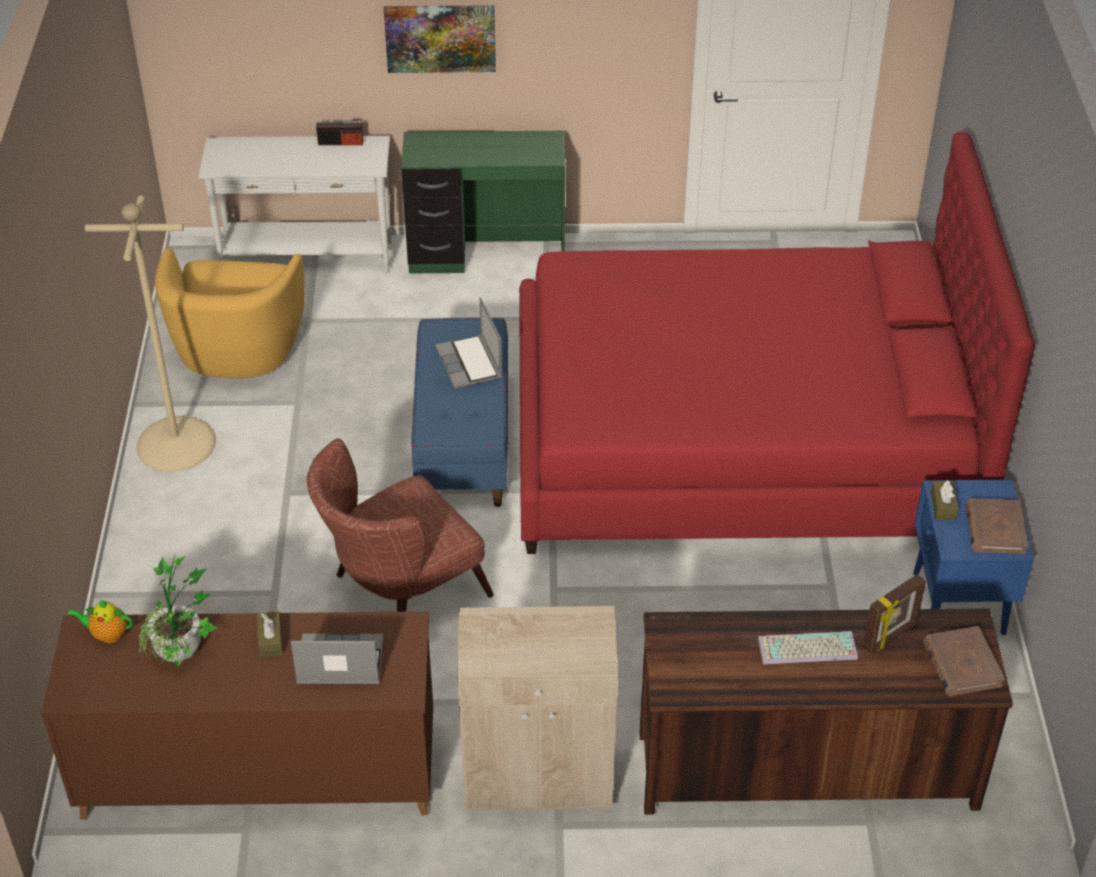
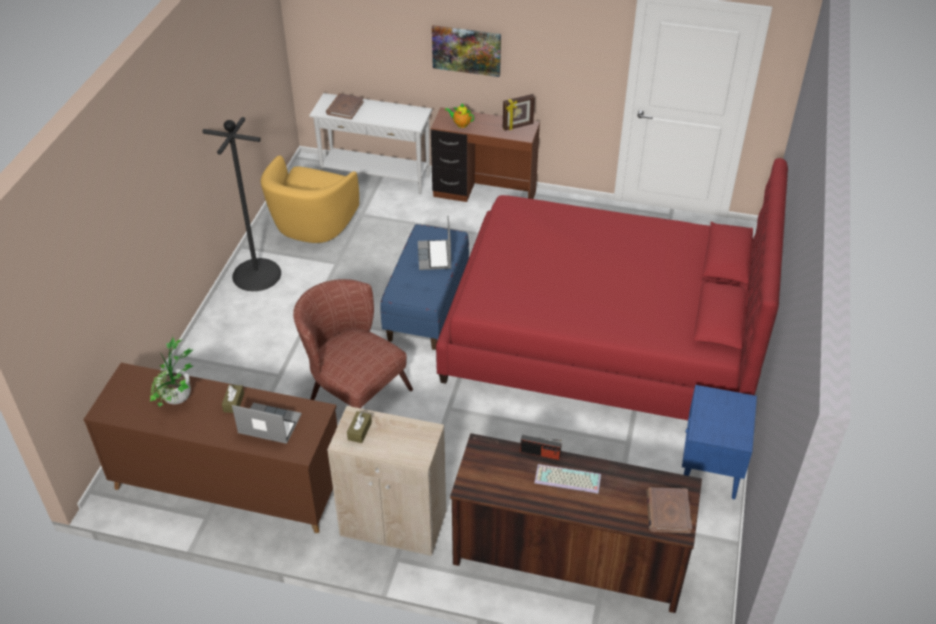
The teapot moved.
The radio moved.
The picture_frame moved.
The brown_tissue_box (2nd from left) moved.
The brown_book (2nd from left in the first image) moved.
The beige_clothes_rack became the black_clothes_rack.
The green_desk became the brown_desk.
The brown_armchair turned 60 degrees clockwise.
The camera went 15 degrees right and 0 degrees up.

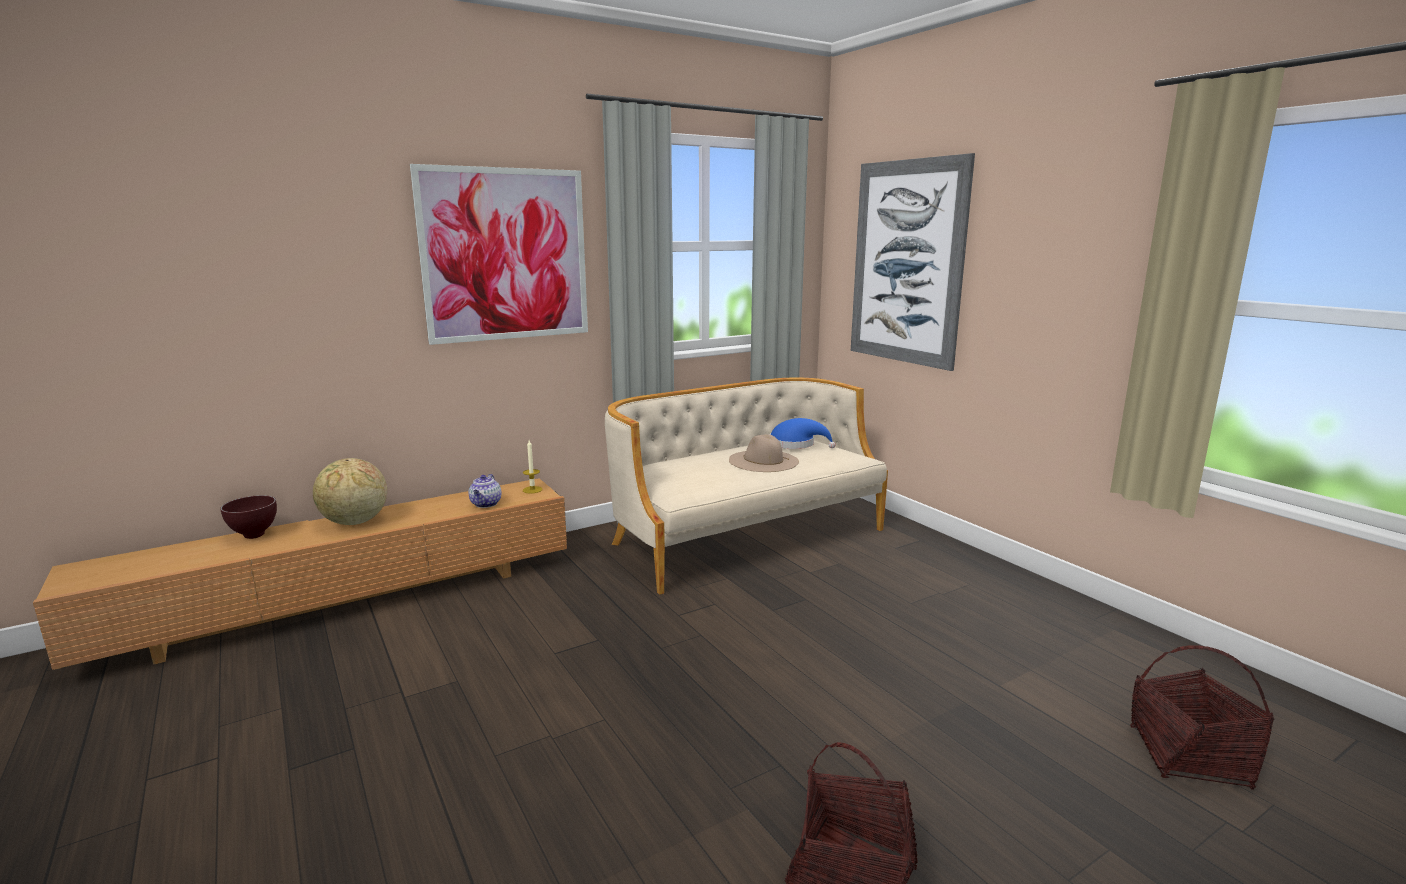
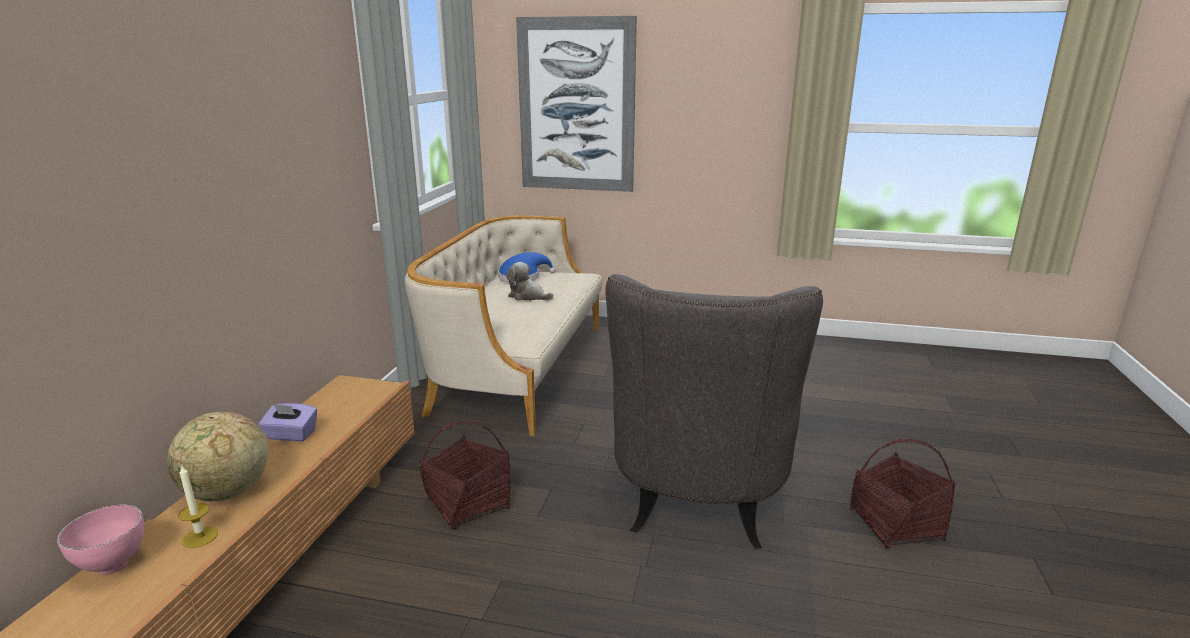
The picture (1st from left) disappeared.
The teapot disappeared.
The purple_tissue_box appeared.
The grey_armchair appeared.
The candle moved.
The basket (2nd from left in the first image) moved.
The beige_hat was replaced by the plush_toy.
The brown_bowl became the pink_bowl.
The camera went 45 degrees left and 5 degrees up.

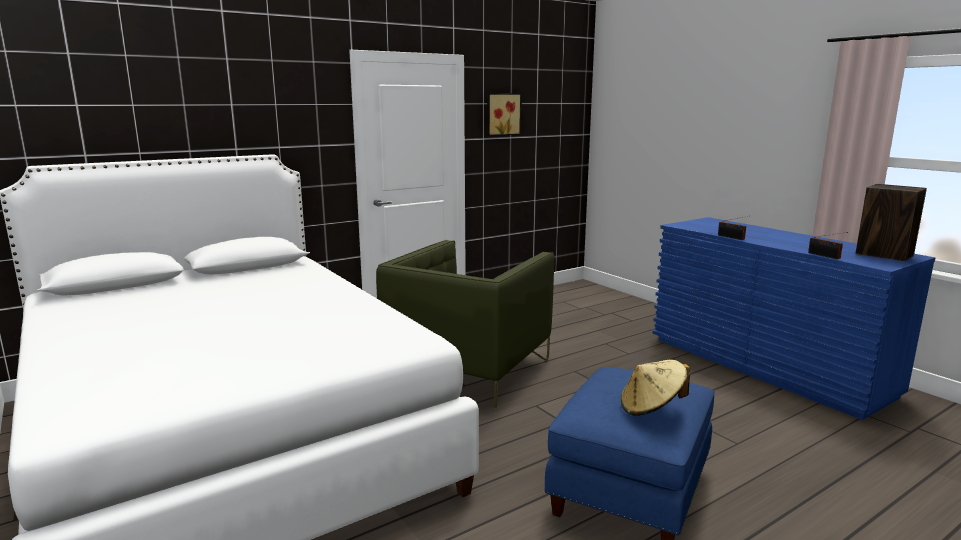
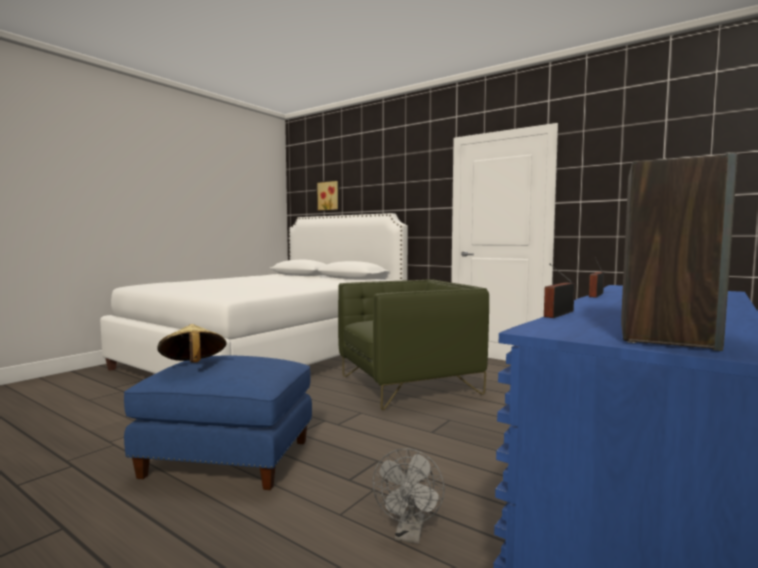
The grey_fan appeared.
The picture moved.
The green_armchair turned 150 degrees clockwise.
The camera went 70 degrees right and 10 degrees down.

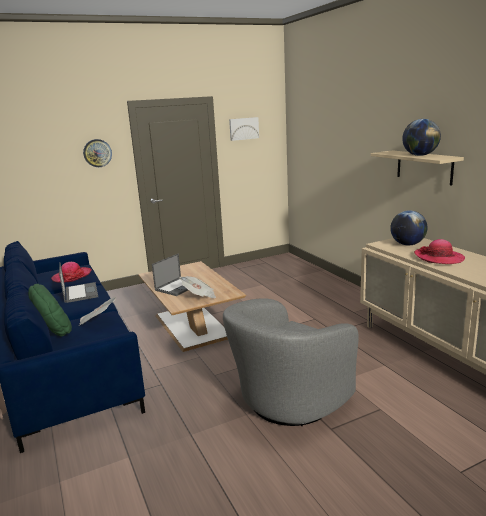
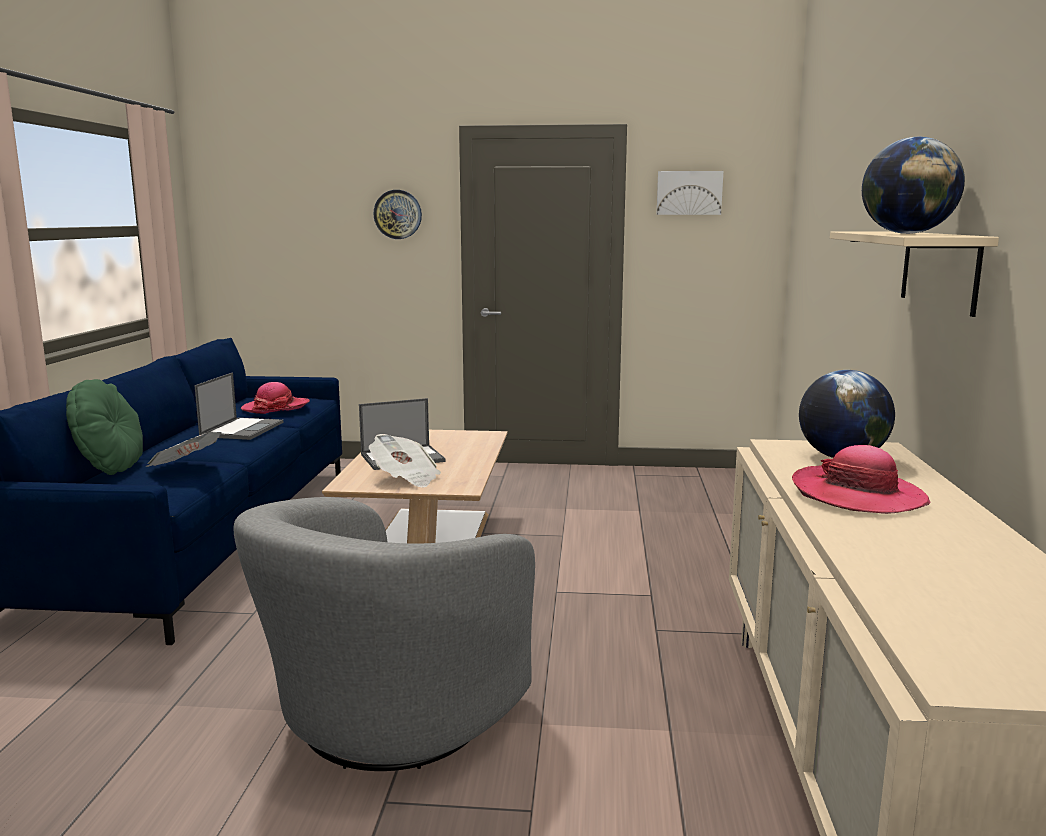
The grey_armchair turned 45 degrees counterclockwise.
The camera went 30 degrees right and 5 degrees down.

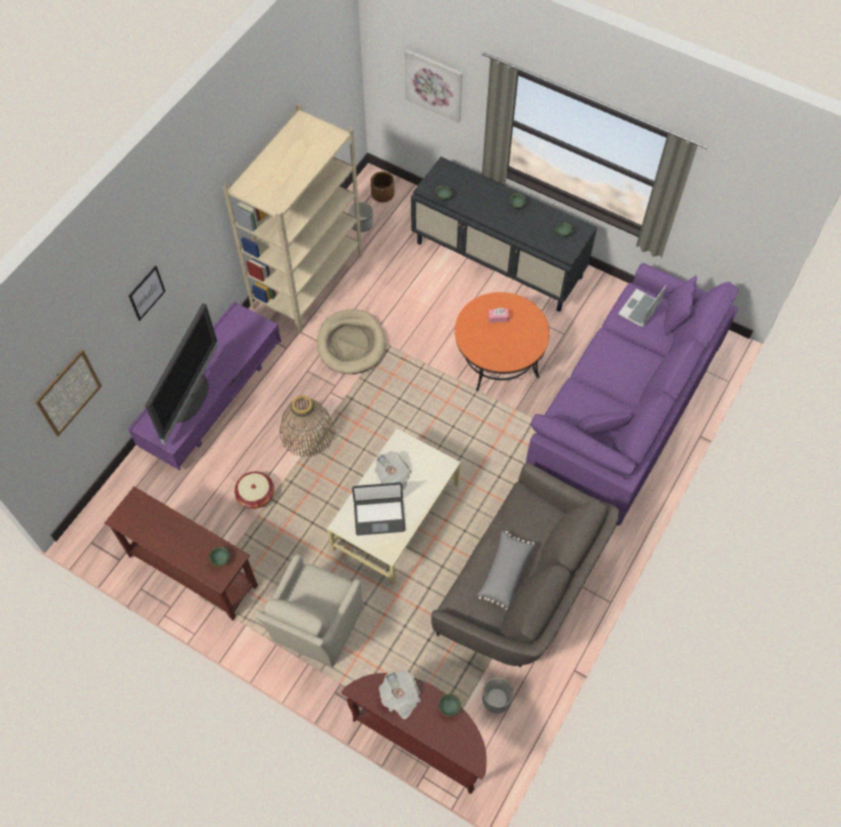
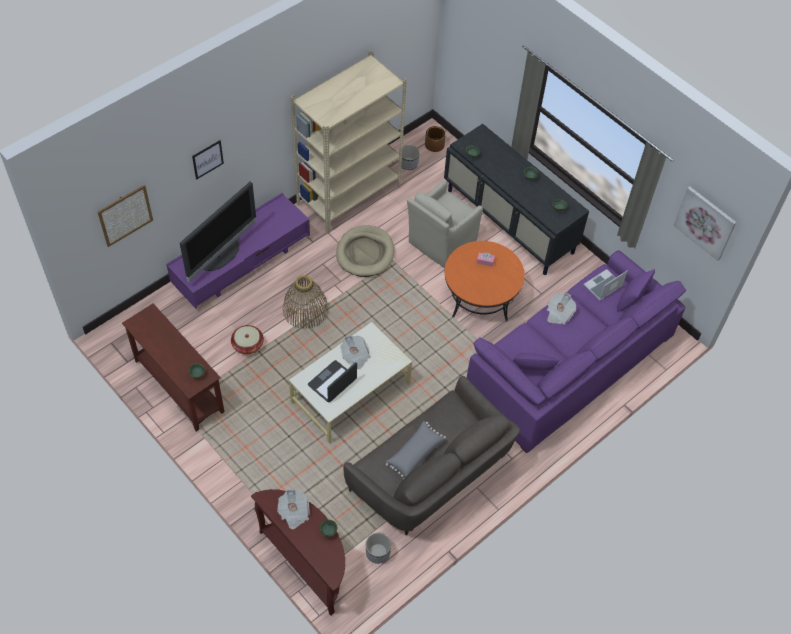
The newspaper (3rd from left) appeared.
The beige_armchair moved.
The picture (3rd from left) moved.
The laptop (1st from left) turned 120 degrees clockwise.
The camera went 15 degrees right and 5 degrees down.

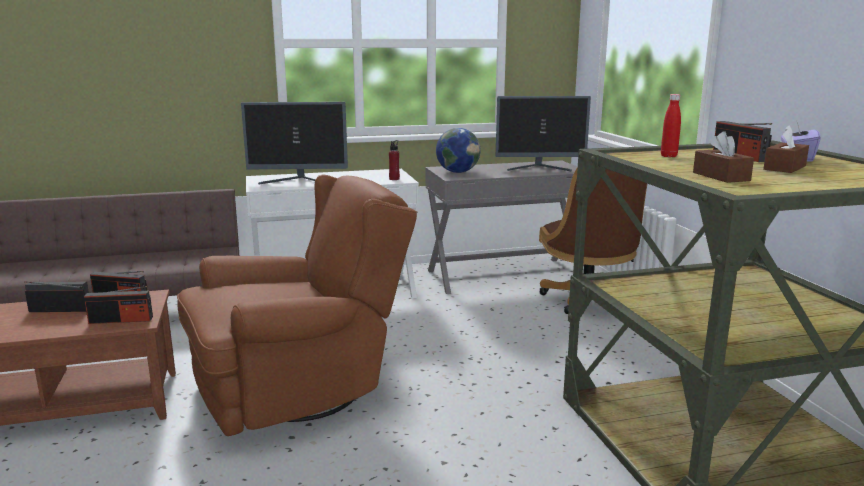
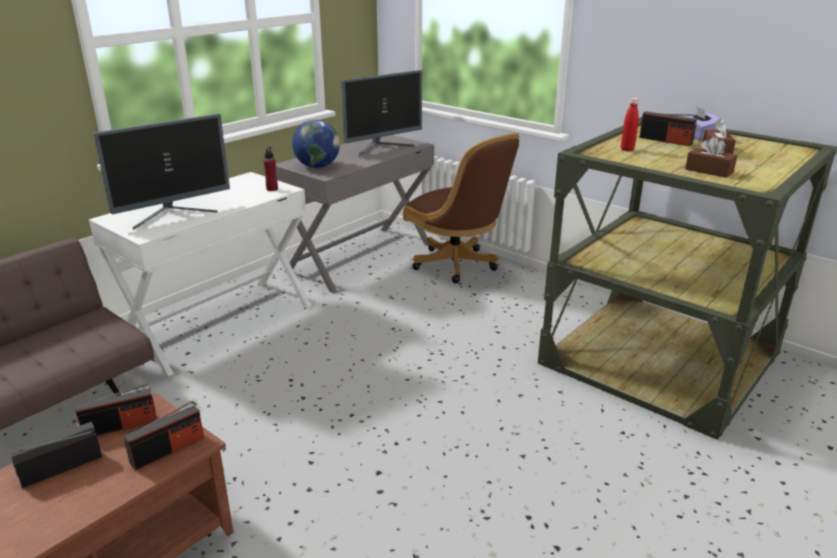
The brown_armchair disappeared.
The camera went 35 degrees left and 10 degrees up.

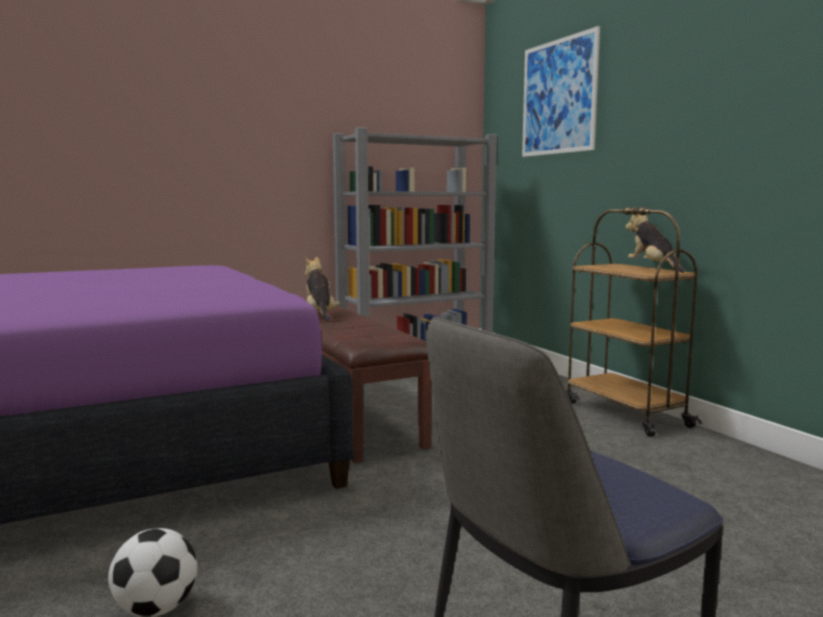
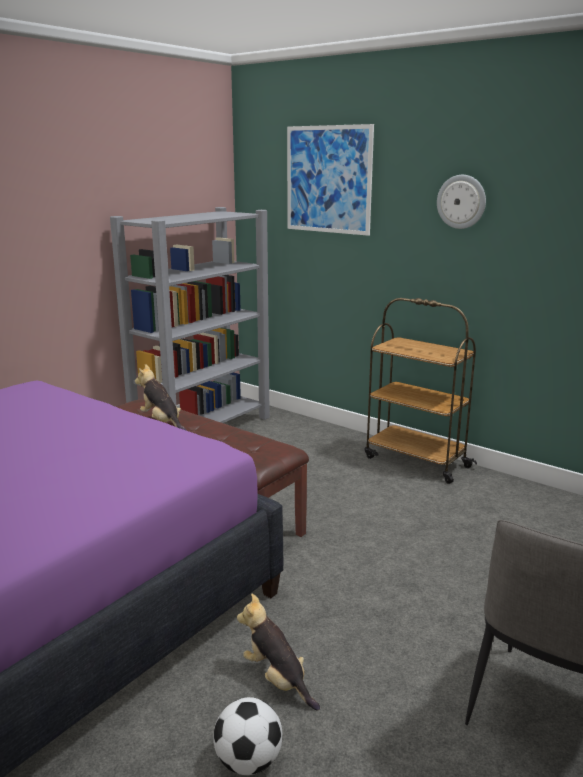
The wall_clock appeared.
The plush_toy (2nd from left) moved.
The camera went 25 degrees left and 10 degrees up.

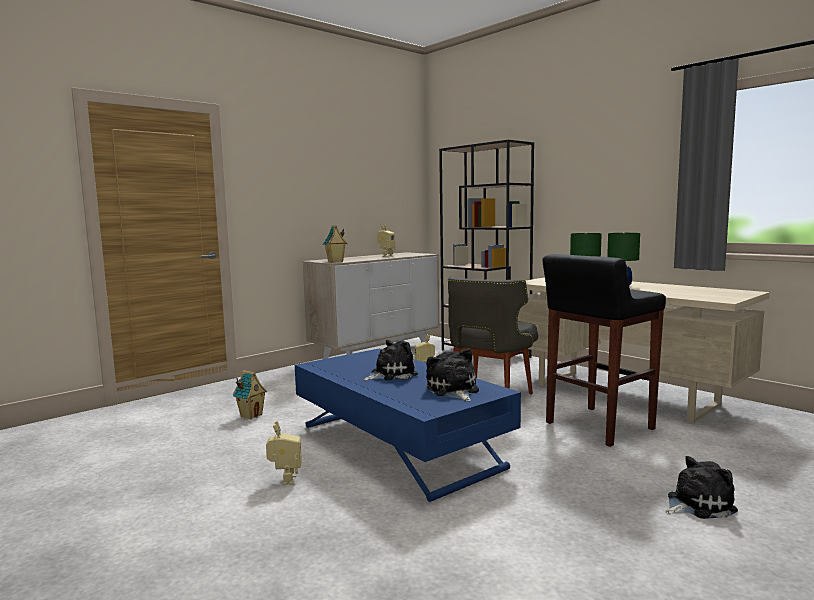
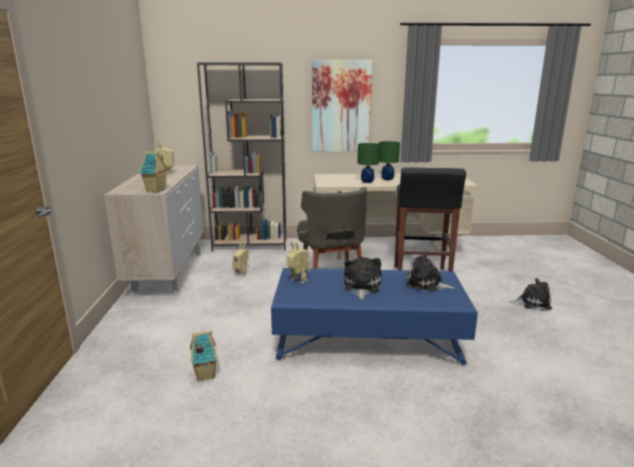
The picture appeared.
The toy_robot (1st from left in the first image) moved.
The plush_toy (3rd from left) turned 75 degrees clockwise.
The camera went 50 degrees left and 10 degrees up.

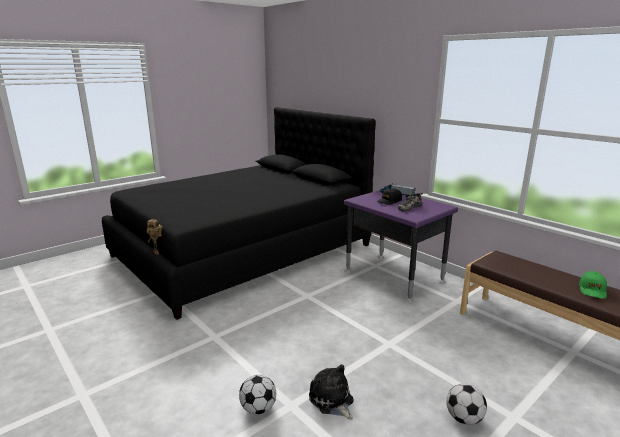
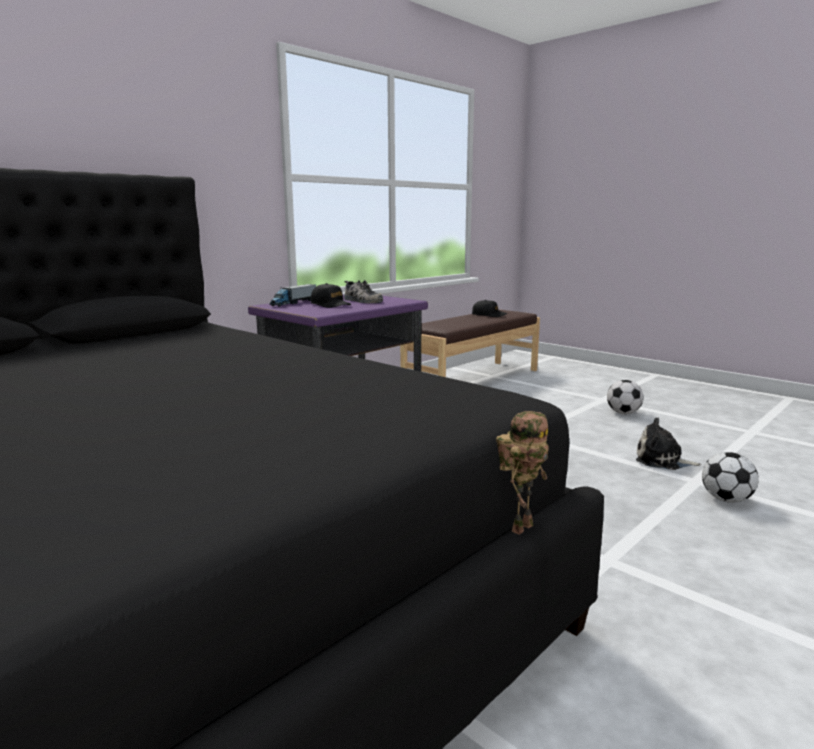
The green_cap became the black_cap (2nd from left).
The plush_toy turned 60 degrees clockwise.
The camera went 95 degrees left and 5 degrees down.

